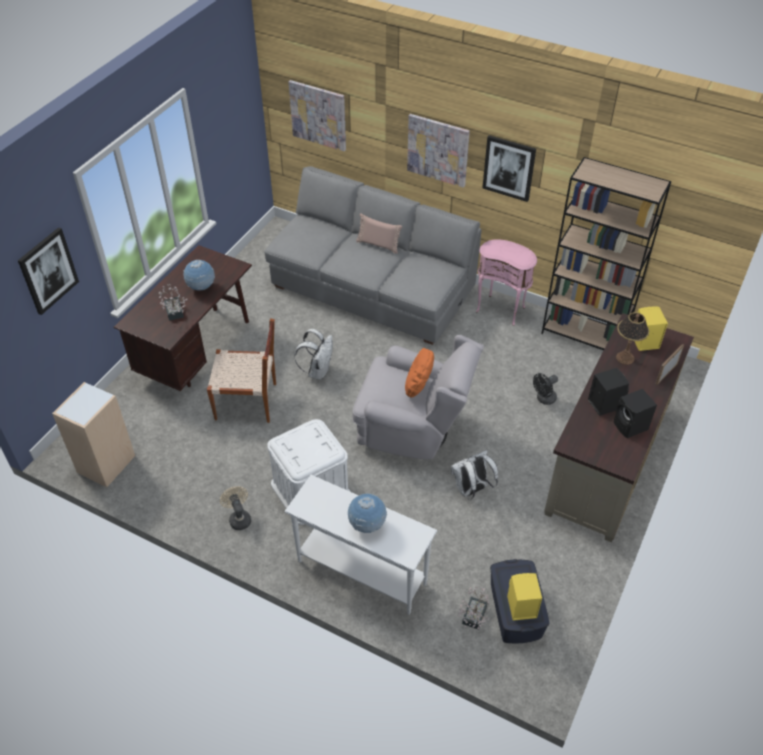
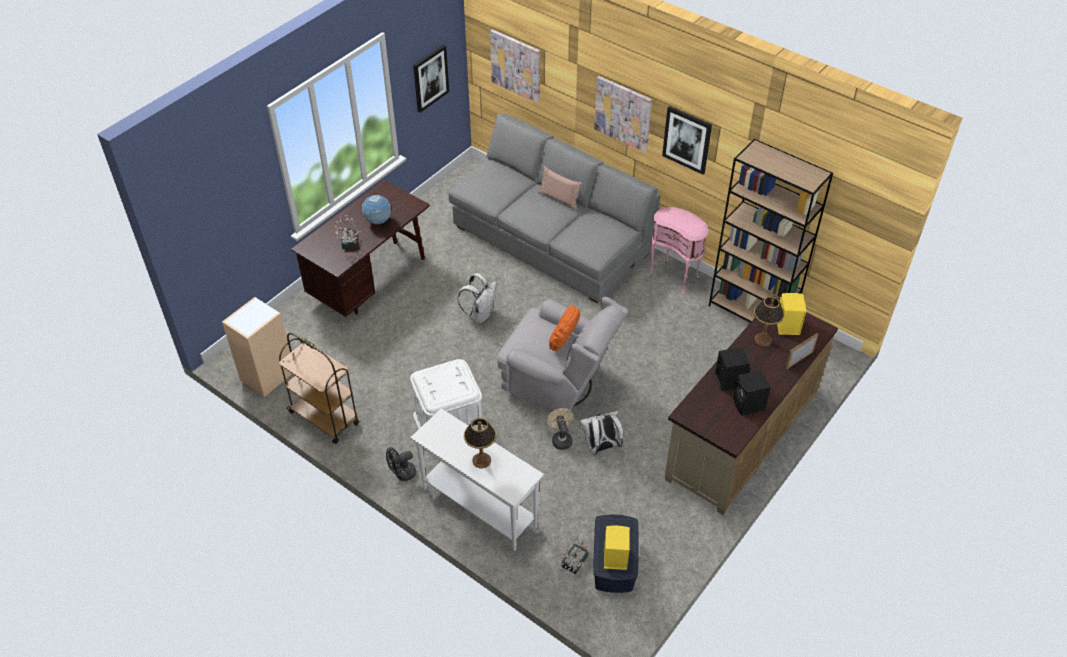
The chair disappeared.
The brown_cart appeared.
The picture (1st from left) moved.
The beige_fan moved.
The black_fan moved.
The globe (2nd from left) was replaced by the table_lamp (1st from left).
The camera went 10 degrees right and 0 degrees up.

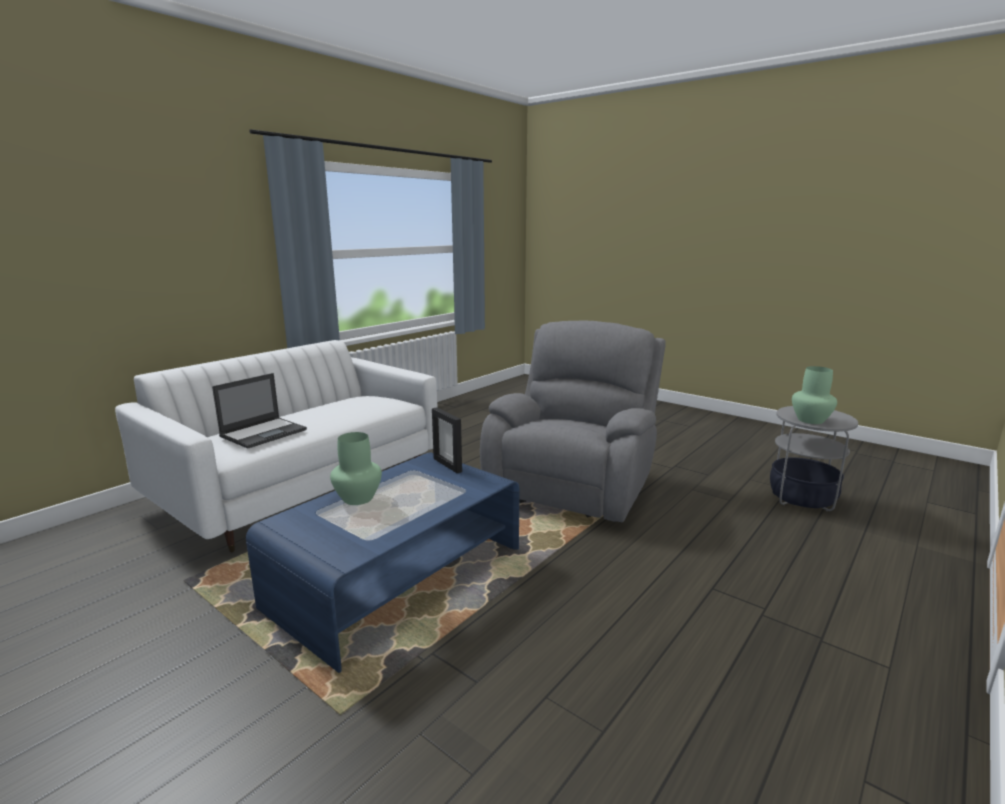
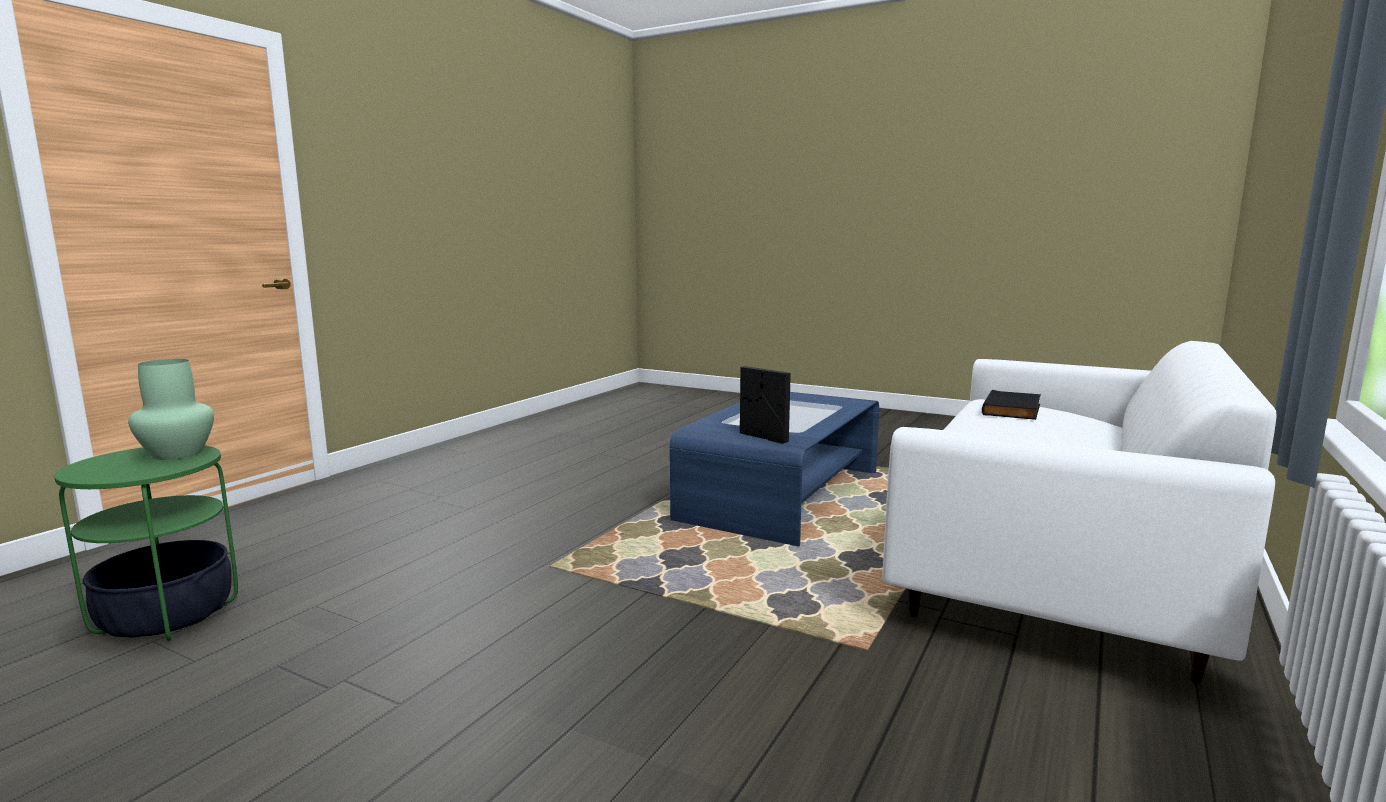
The green_vase (1st from left) disappeared.
The grey_armchair disappeared.
The laptop was replaced by the black_book.
The grey_side_table became the green_side_table.
The camera went 170 degrees right and 5 degrees down.

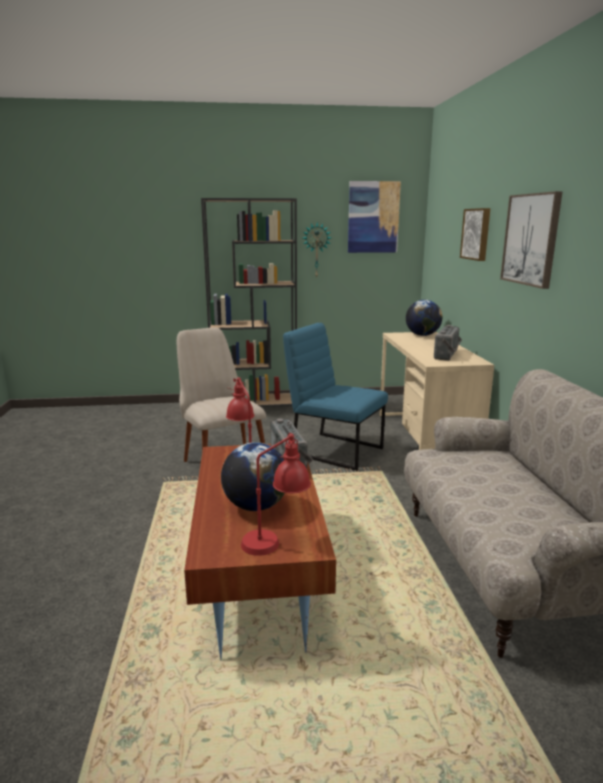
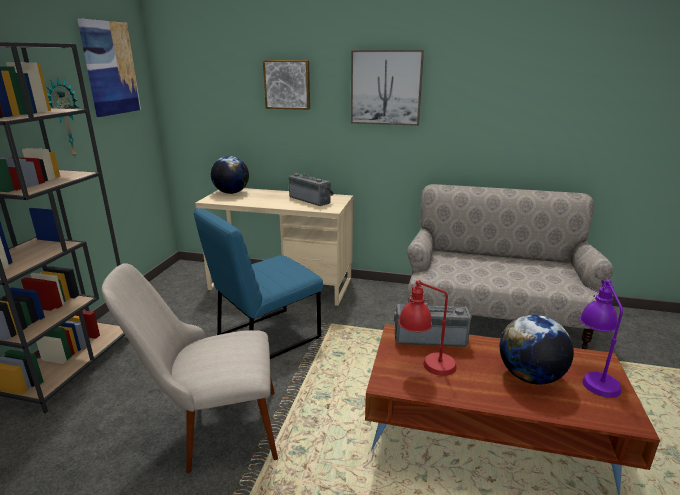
The red_table_lamp (2nd from left) became the purple_table_lamp.
The camera went 70 degrees left and 5 degrees up.

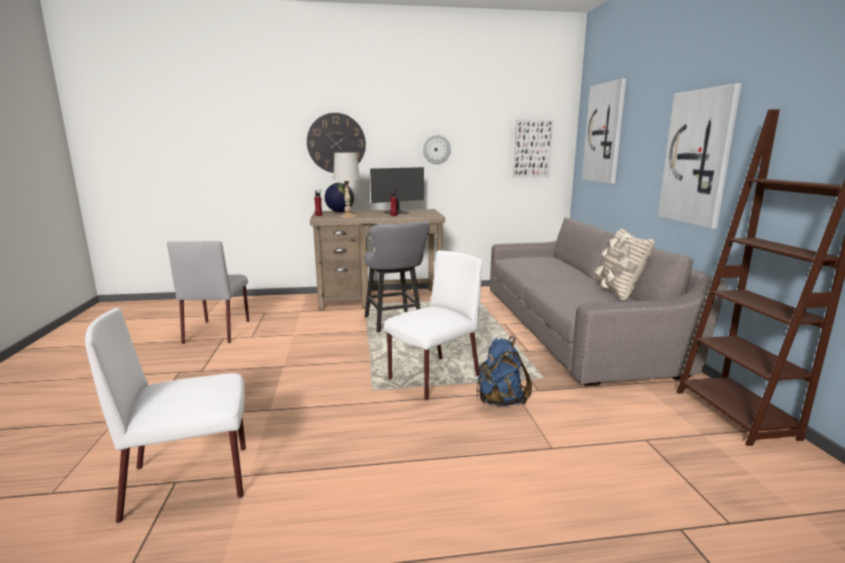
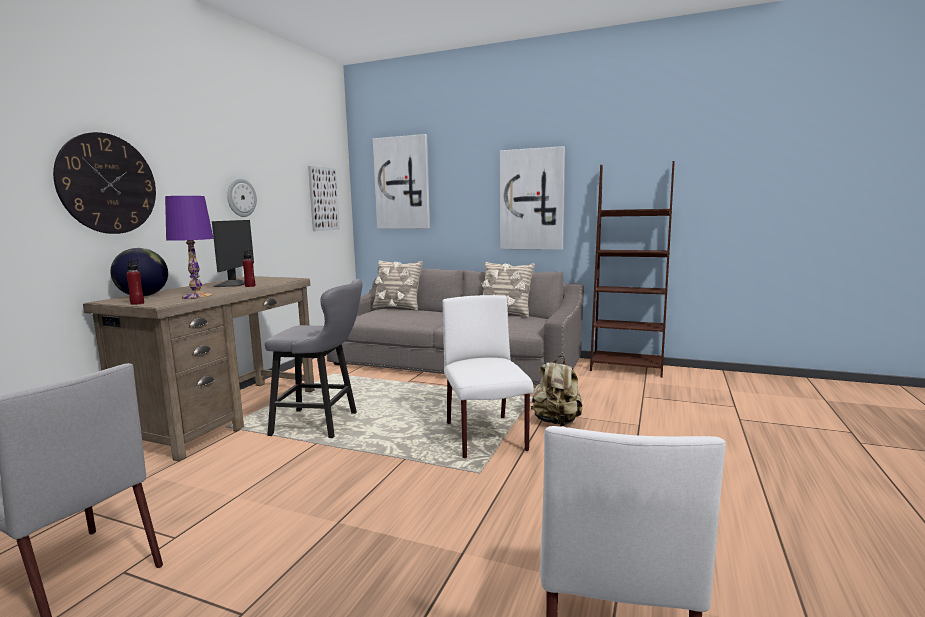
The beige_pillow (1st from left) appeared.
The white_table_lamp became the purple_table_lamp.
The blue_backpack became the beige_backpack.
The camera went 60 degrees left and 5 degrees down.

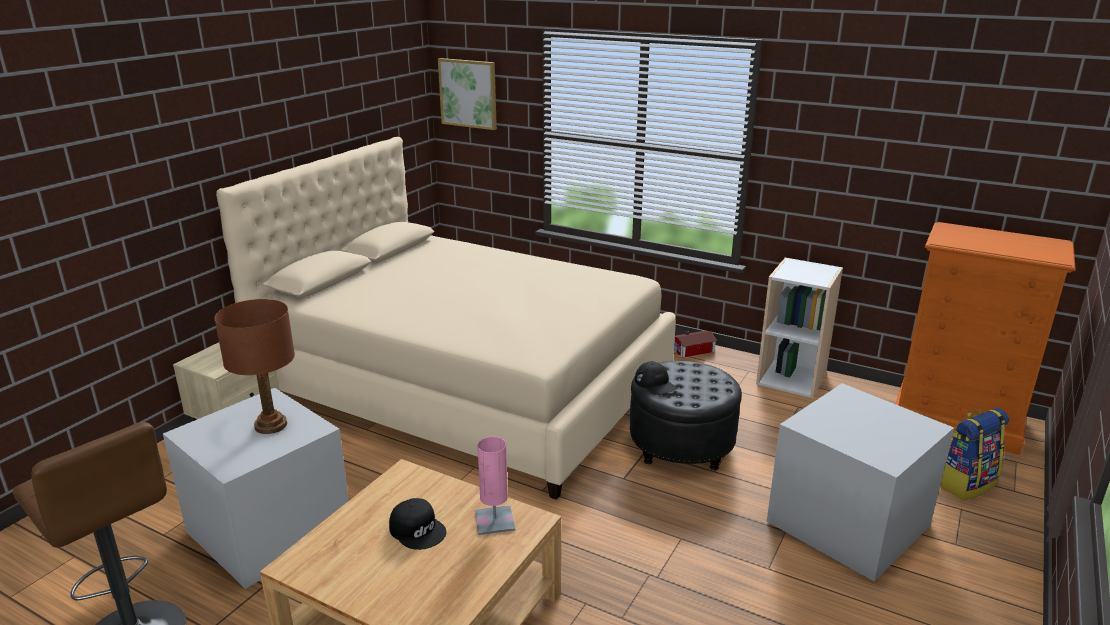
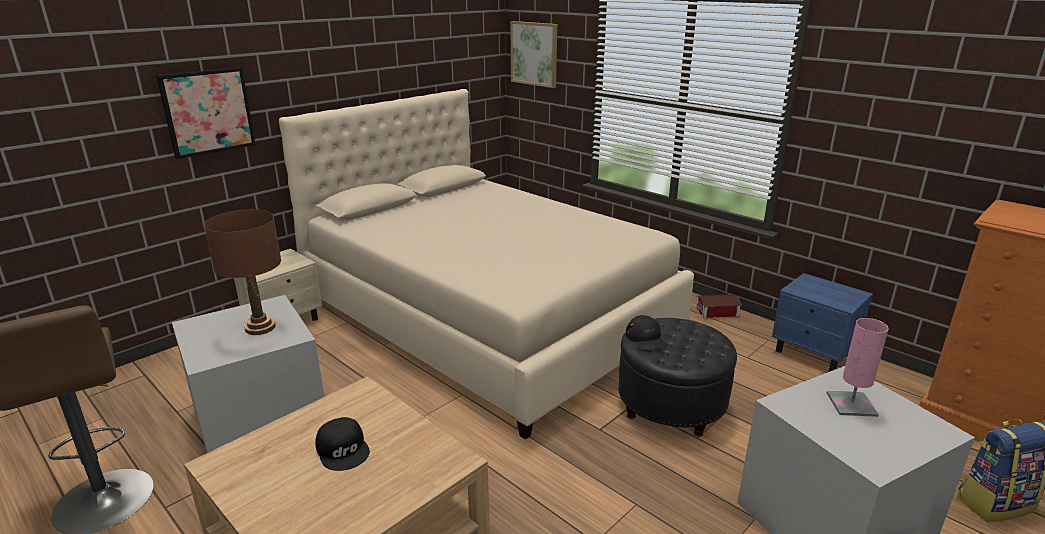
The picture (1st from left) appeared.
The pink_table_lamp moved.
The bookcase was replaced by the blue_nightstand.
The camera went 15 degrees right and 0 degrees up.

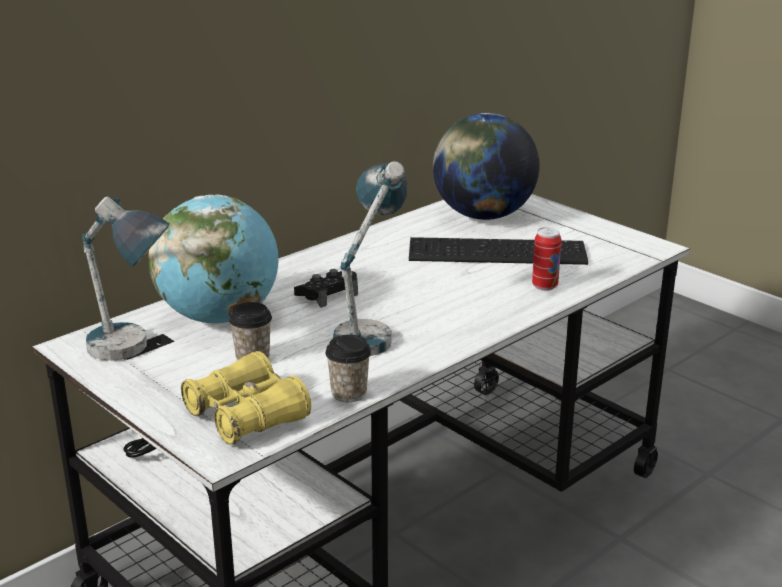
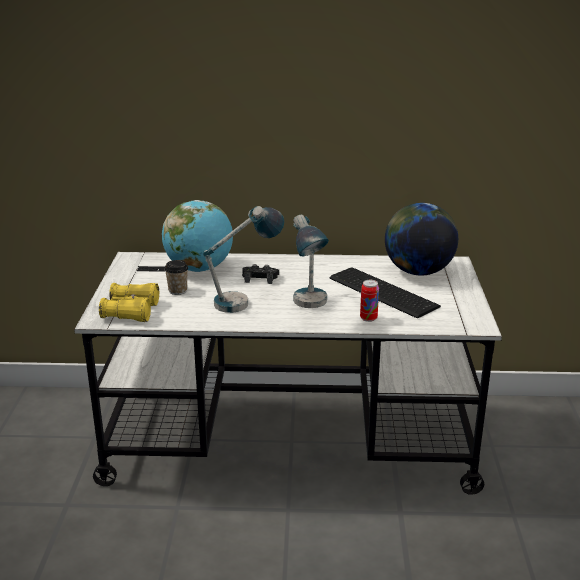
The cup (2nd from left) disappeared.
The table_lamp (1st from left in the first image) moved.
The camera went 45 degrees right and 0 degrees up.

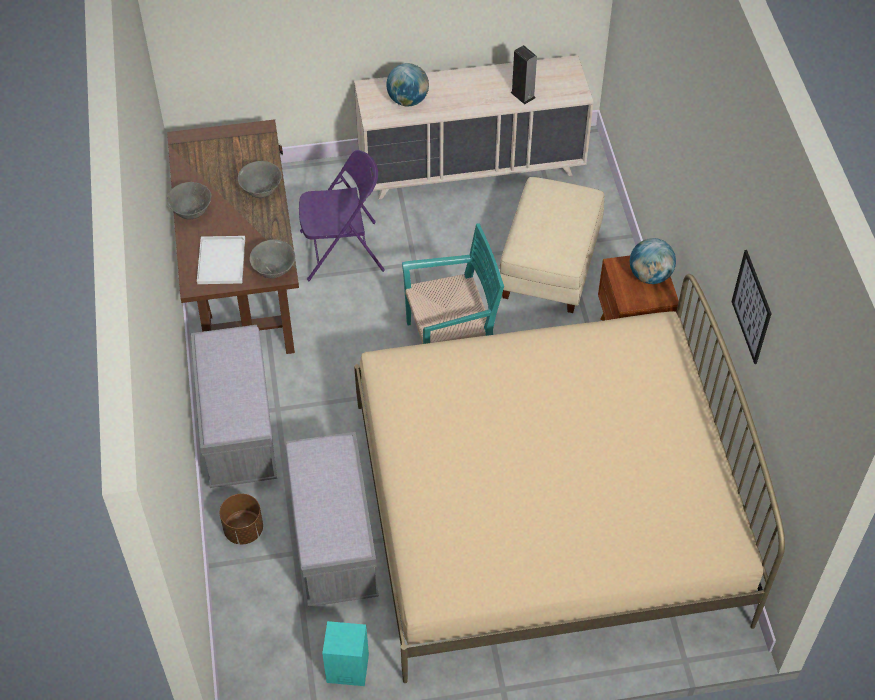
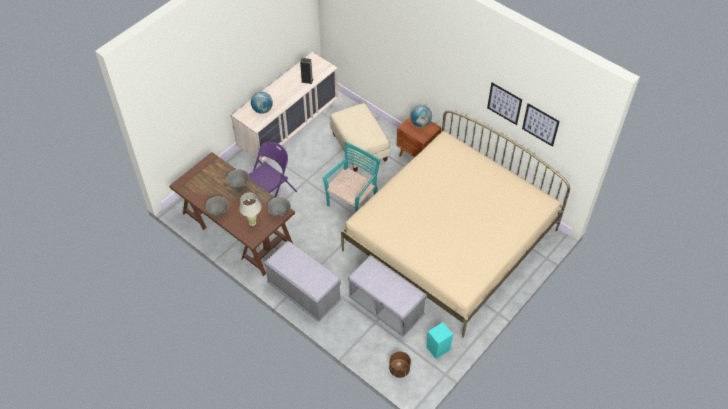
The picture (2nd from left) appeared.
The brown_planter moved.
The white_tray was replaced by the beige_table_lamp.
The camera went 40 degrees left and 0 degrees up.

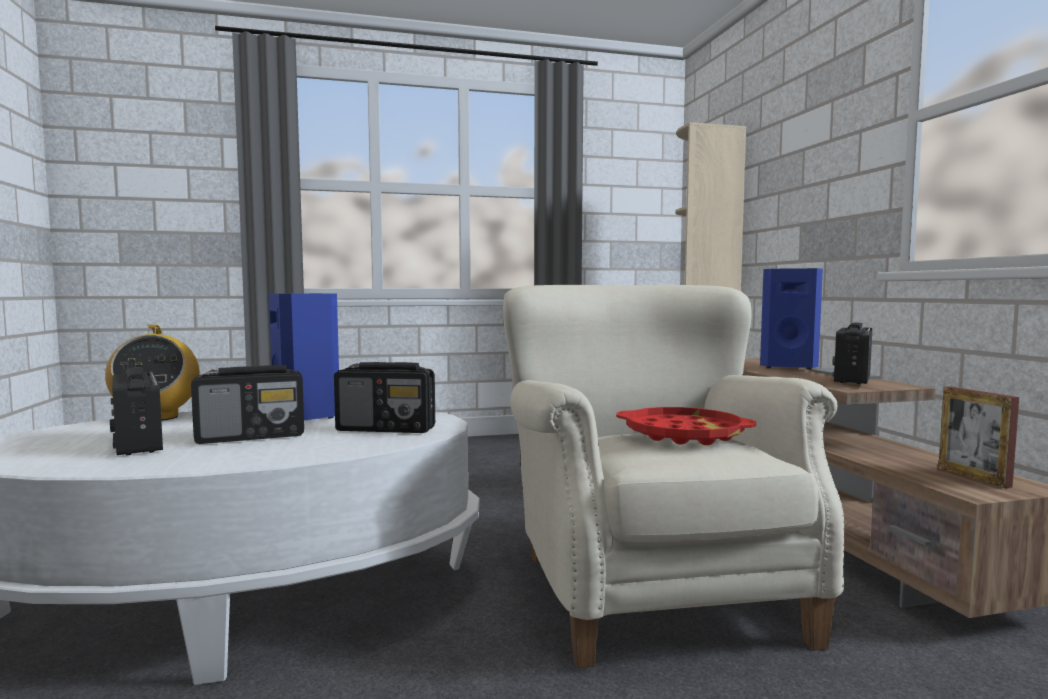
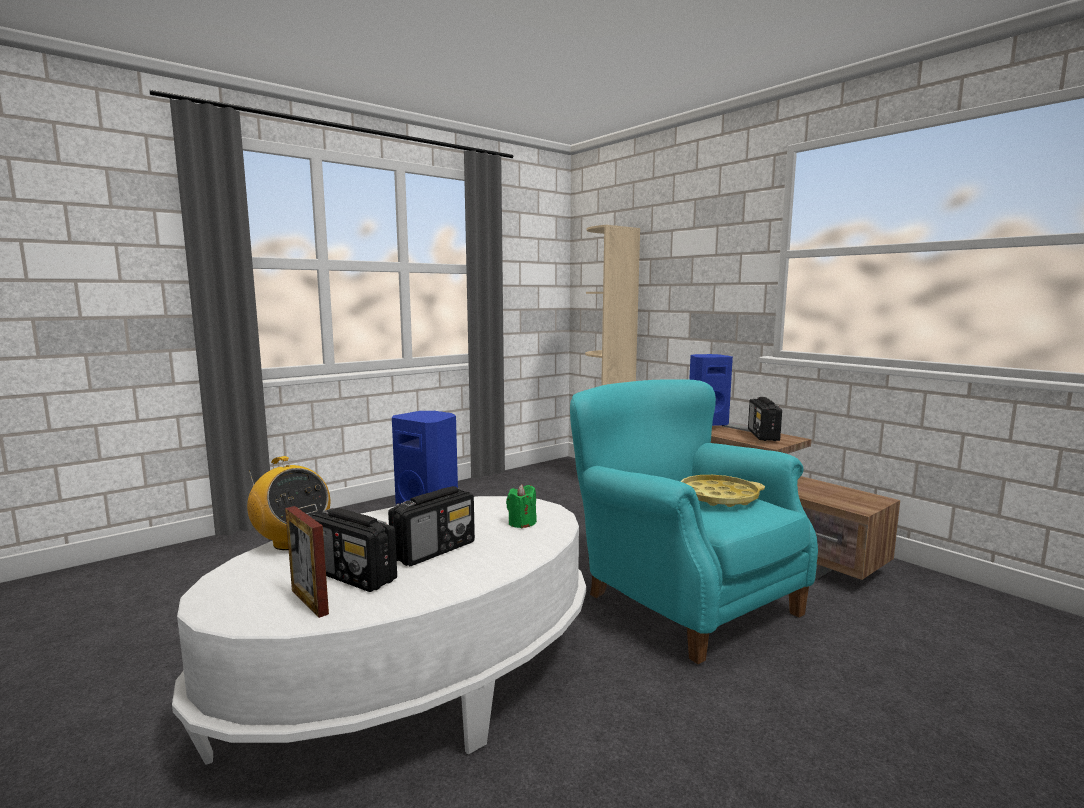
The picture_frame moved.
The radio (4th from left) was replaced by the green_candle.
The beige_armchair became the turquoise_armchair.
The red_tray became the yellow_tray.
The camera went 25 degrees left and 5 degrees up.

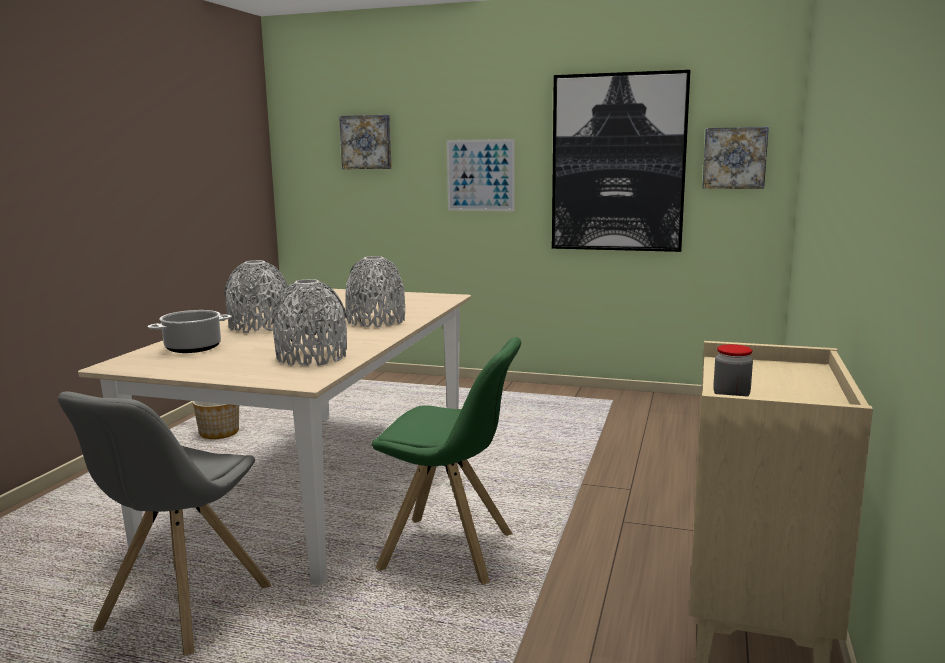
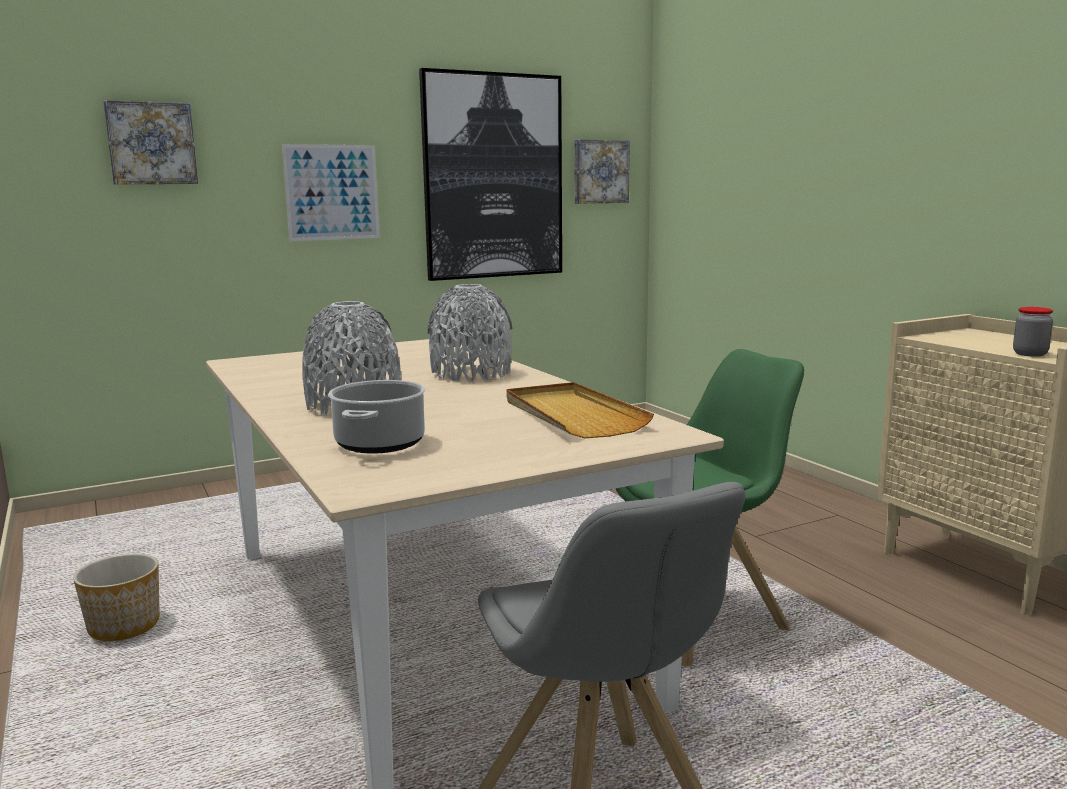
The grey_vase (2nd from left) was replaced by the beige_tray.
The camera went 45 degrees left and 0 degrees up.

